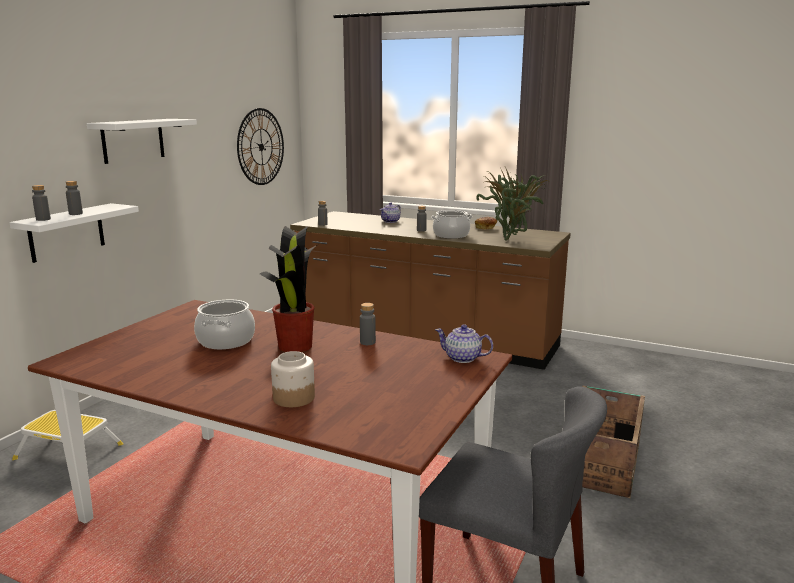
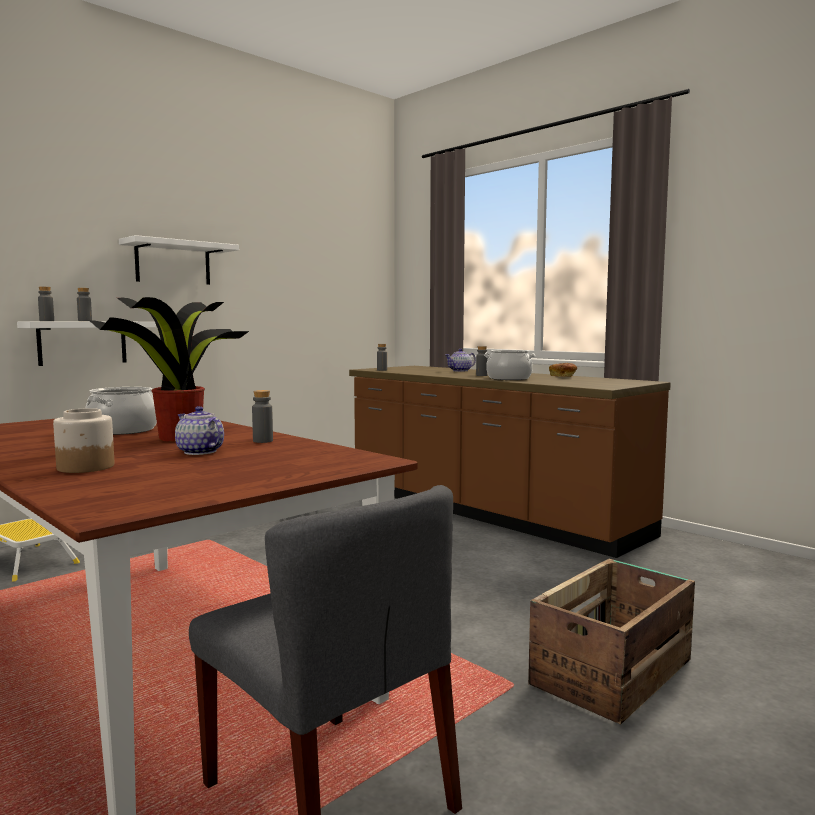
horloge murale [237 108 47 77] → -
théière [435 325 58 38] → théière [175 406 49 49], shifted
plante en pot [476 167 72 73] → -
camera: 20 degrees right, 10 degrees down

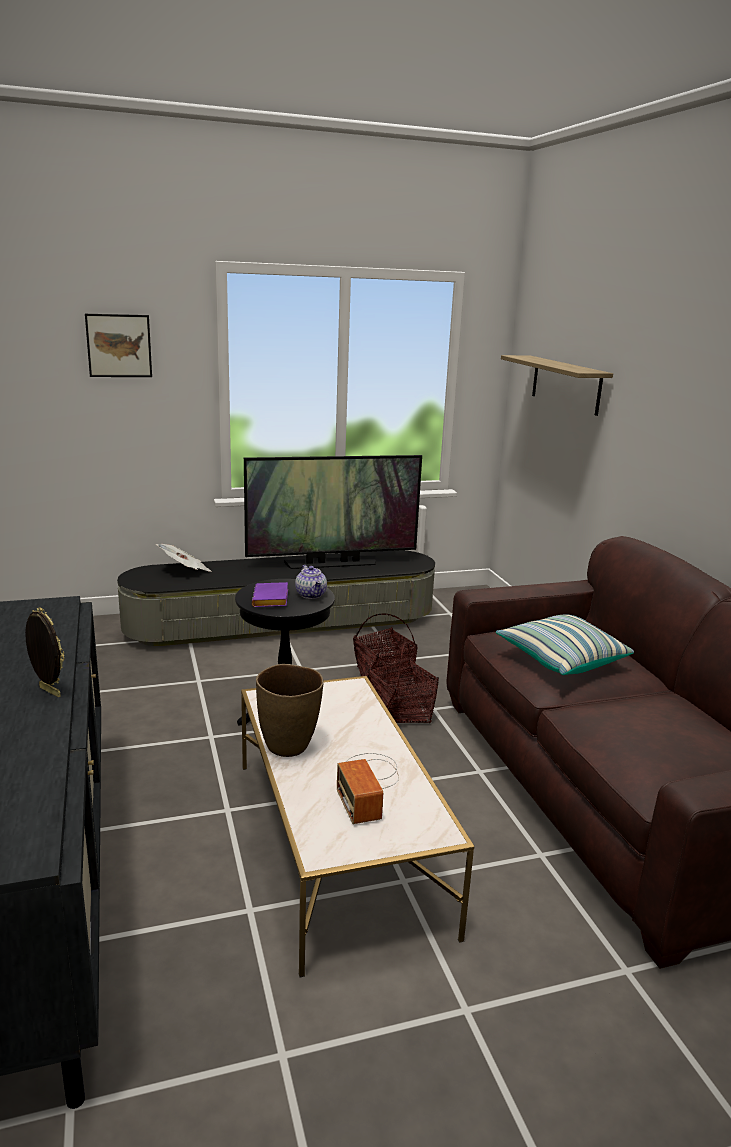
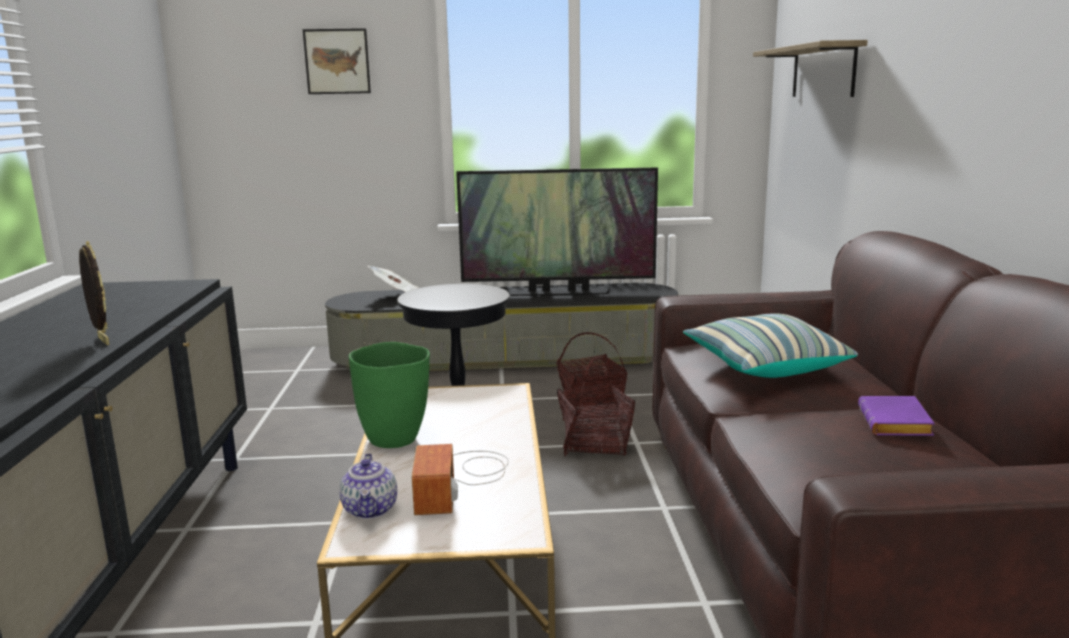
livre (violet) [252 582 36 25] → livre (violet) [858 396 77 40], shifted
vase (marron) [256 664 68 93] → vase (vert) [349 342 81 106]
théière [295 565 32 34] → théière [339 453 58 66], shifted
camera: 15 degrees right, 5 degrees down

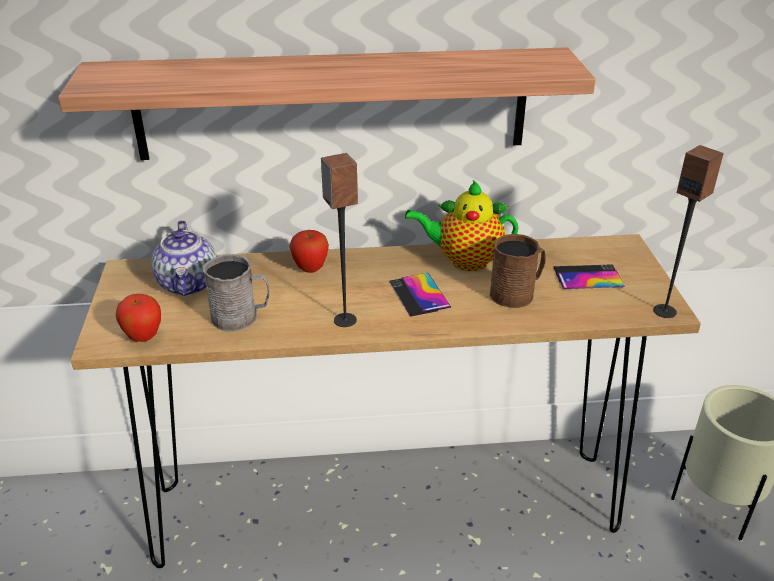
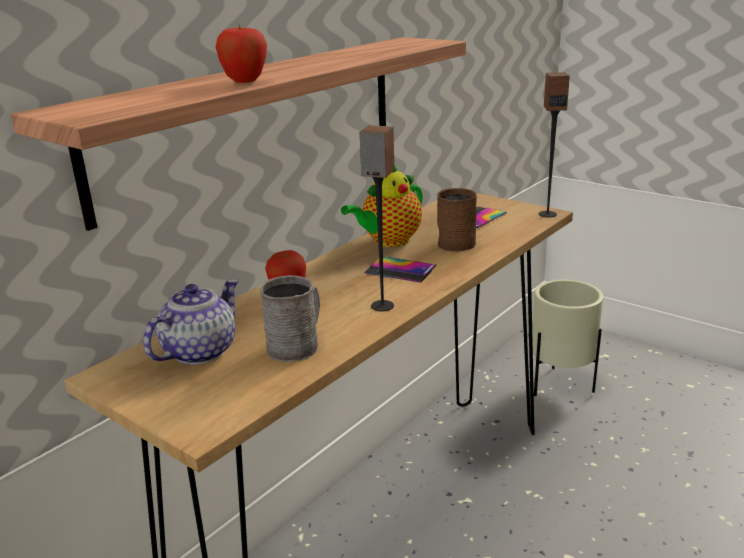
pomme [116 294 45 48] → pomme [215 24 52 59], shifted
théière [152 220 65 76] → théière [143 279 96 86], 90 degrees counterclockwise
camera: 45 degrees left, 10 degrees down

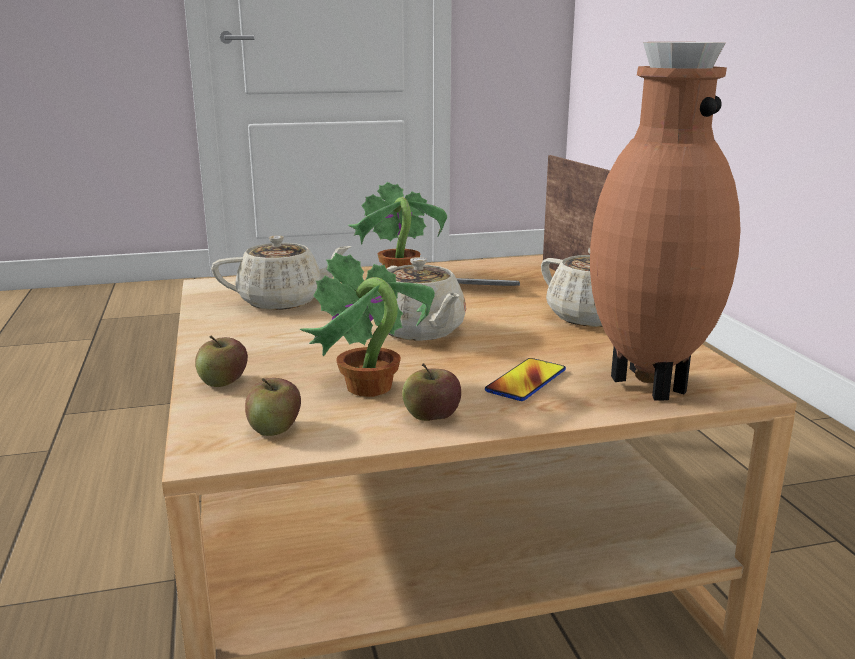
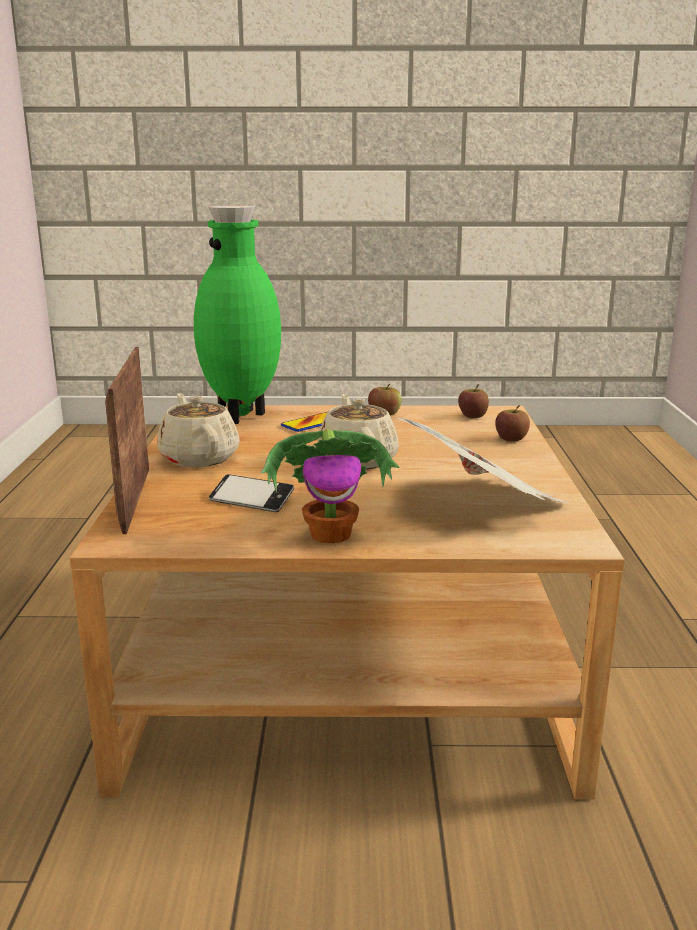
théière (beige) [211 235 141 75] → journal [396 418 173 85]
plante en pot [299 253 136 144] → -
vase (marron) [590 42 151 359] → vase (vert) [194 206 87 218]
camera: 165 degrees left, 0 degrees up

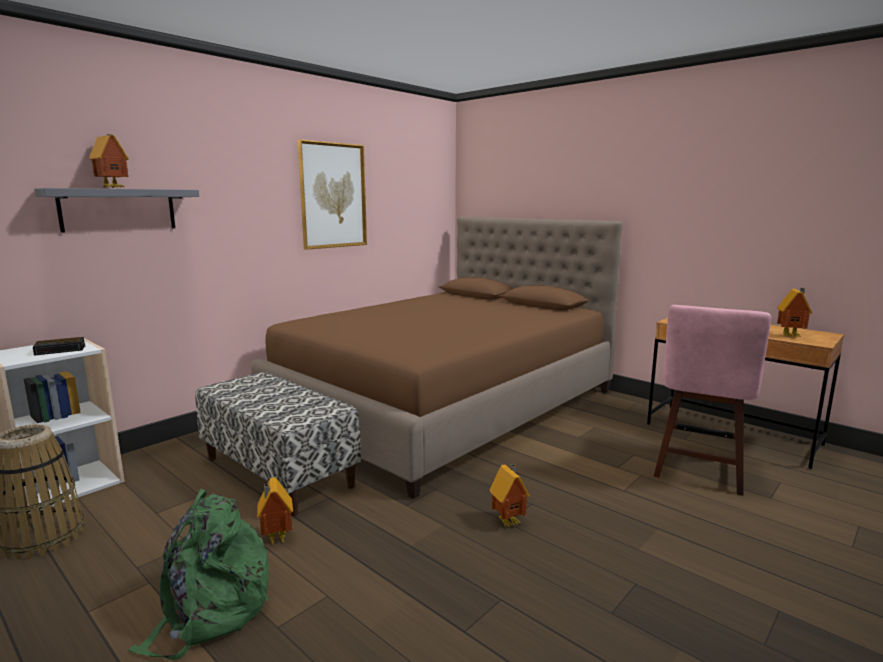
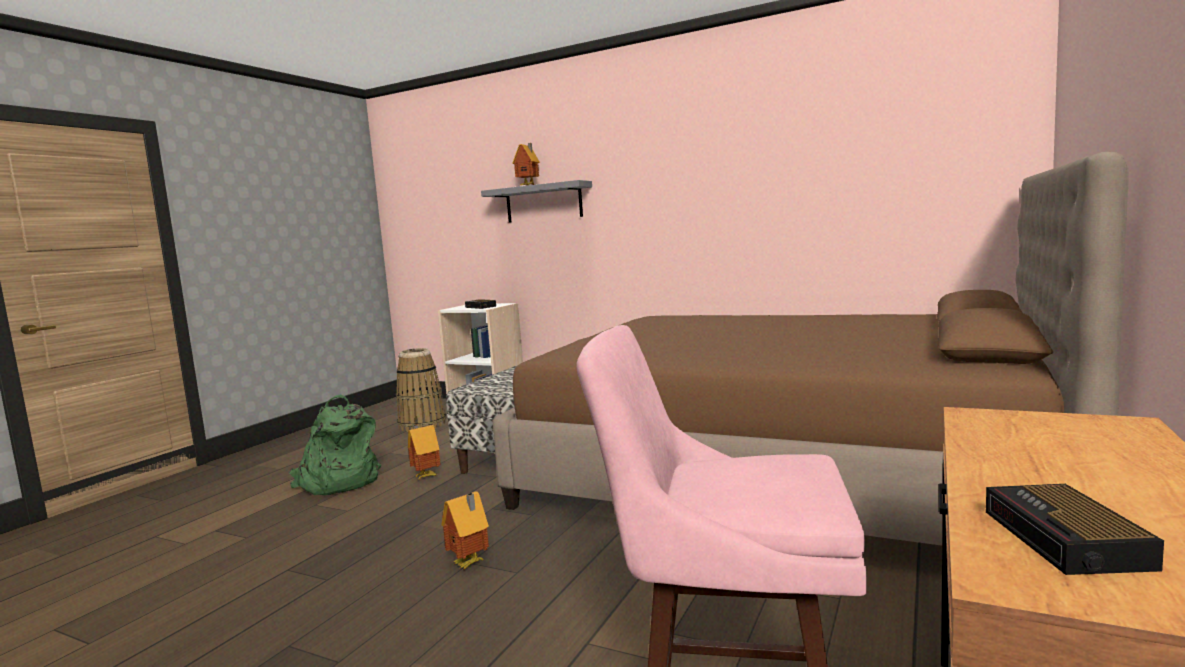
tableau [297 140 70 110] → -
maison miniature [777 288 35 49] → réveil [986 484 178 91]
camera: 75 degrees right, 5 degrees down

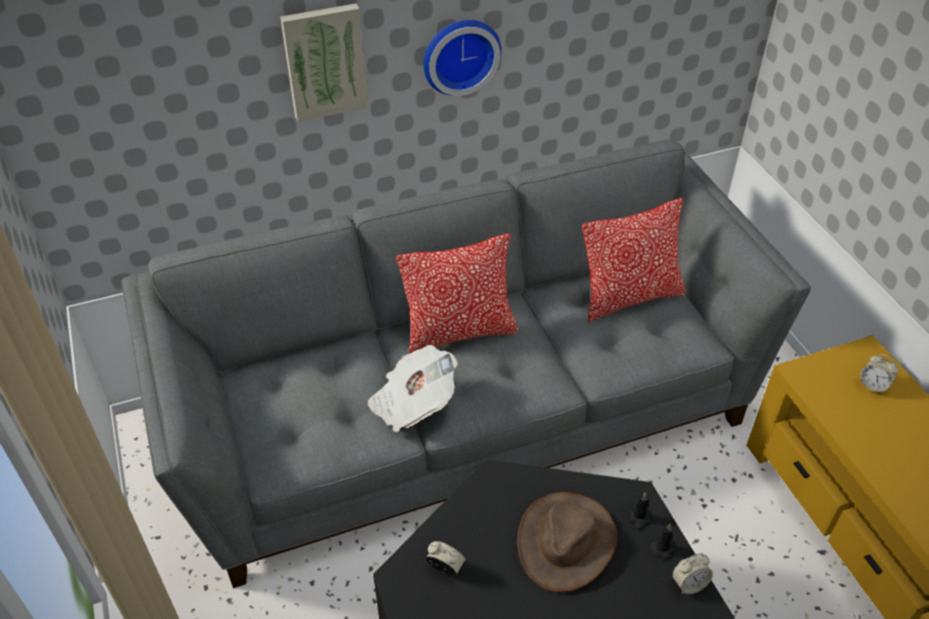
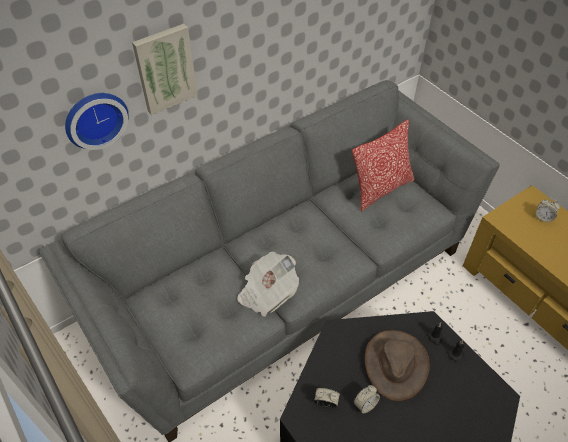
coussin [396 233 122 121] → -
horloge murale [423 20 78 76] → horloge murale [65 93 64 57], shifted
réveil [672 553 41 41] → réveil [354 385 26 29], shifted
camera: 15 degrees left, 5 degrees up

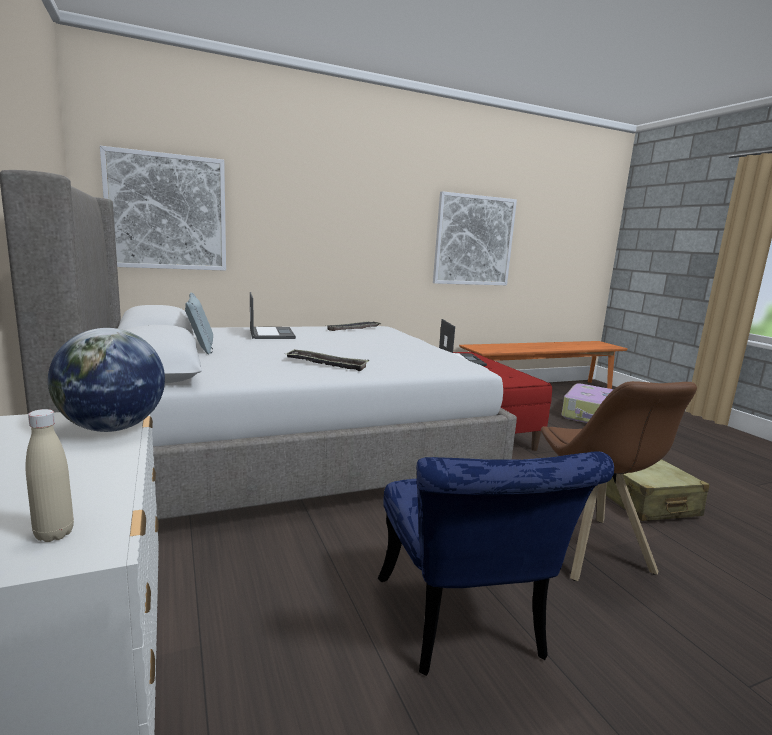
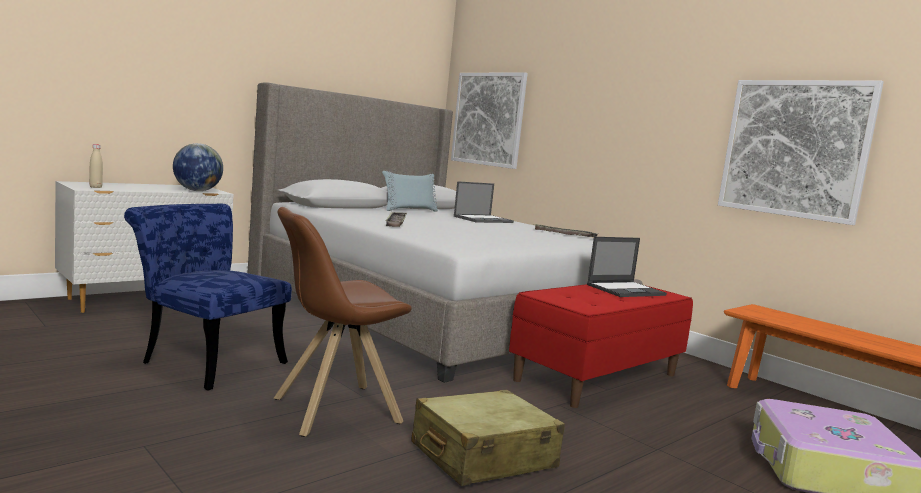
chaise (bleu) [378 451 236 225] → chaise (bleu) [124 204 168 186], 60 degrees clockwise
camera: 70 degrees right, 5 degrees down

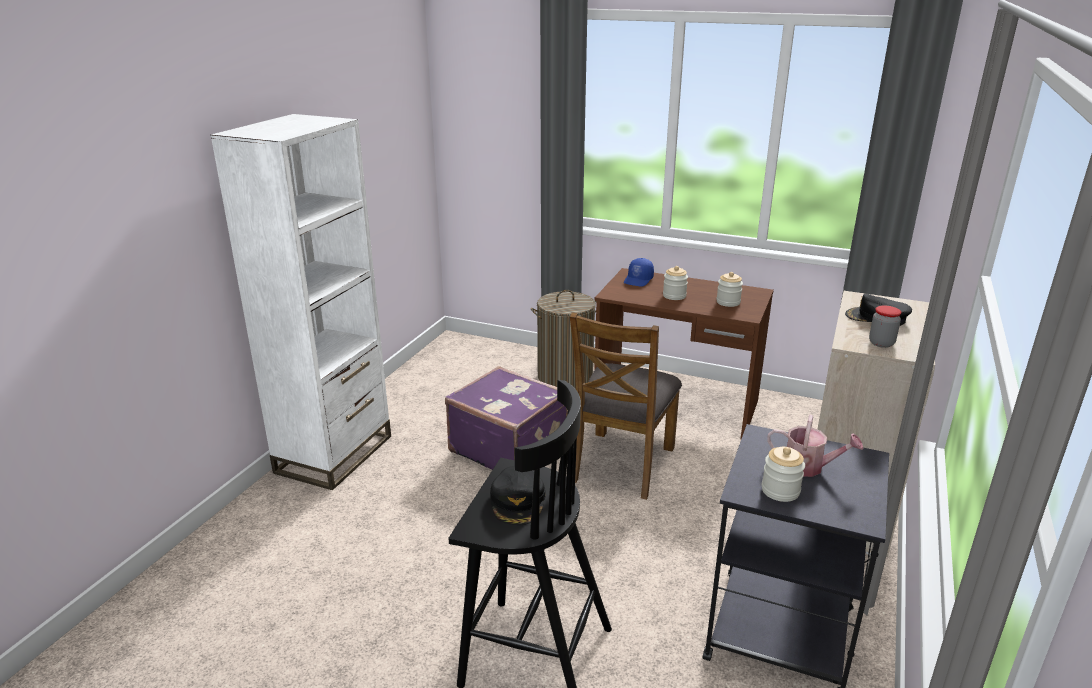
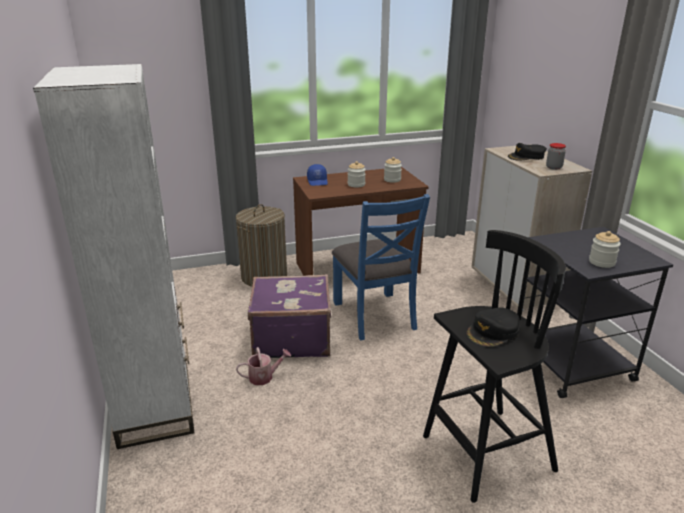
casquette (noir) [490 466 55 60] → casquette (noir) [466 307 53 40], 90 degrees clockwise
chaise (marron) [570 312 112 188] → chaise (bleu) [332 194 98 147]
arrosoir [767 415 97 62] → arrosoir [236 347 55 38], shifted
camera: 40 degrees left, 0 degrees up

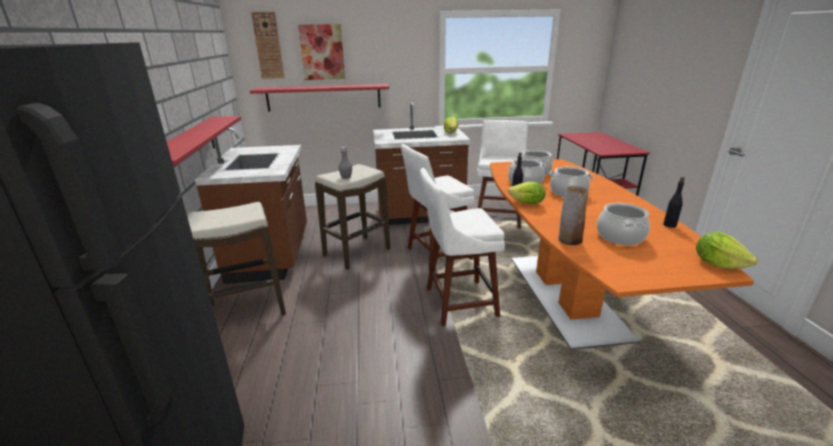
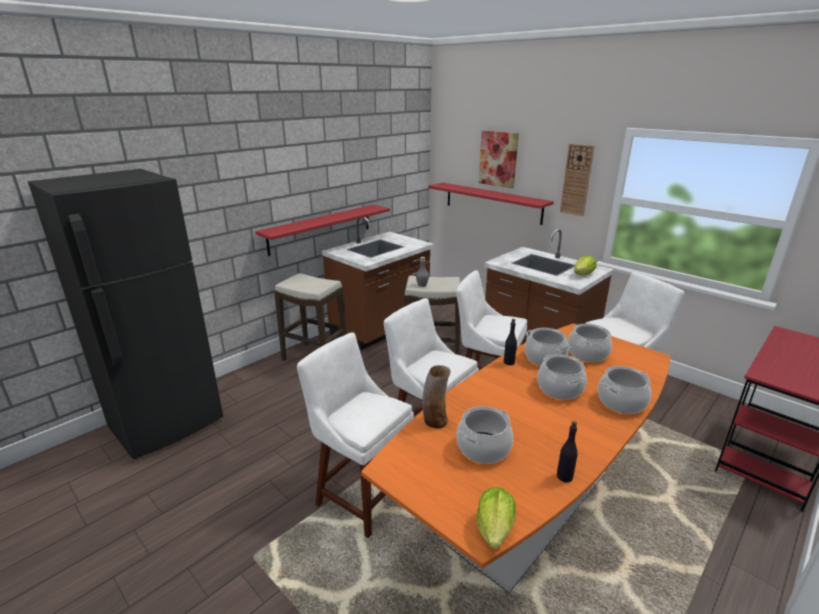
horloge murale [251 12 34 67] → horloge murale [560 144 35 72], shifted
laitue [508 182 37 22] → -
- → chaise (blanc) [297 333 117 205]
- → marmite [598 366 53 48]
camera: 50 degrees right, 0 degrees up

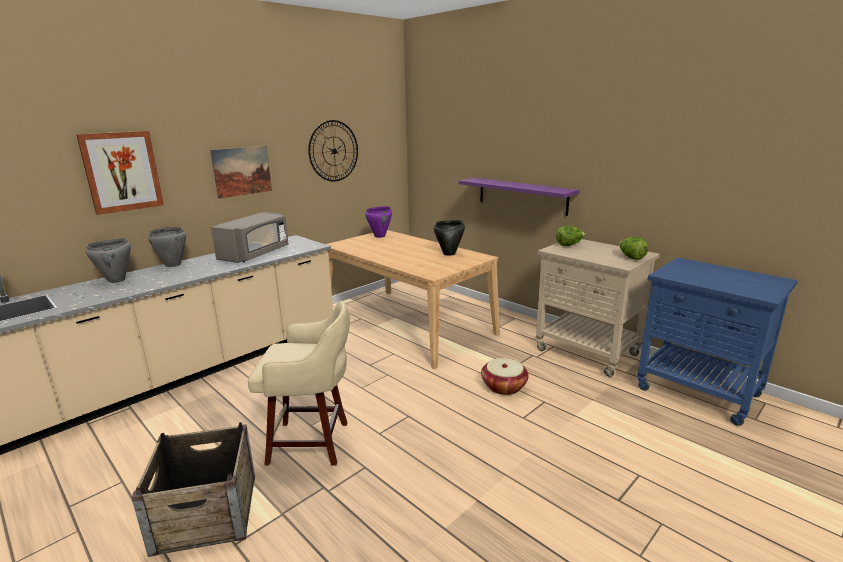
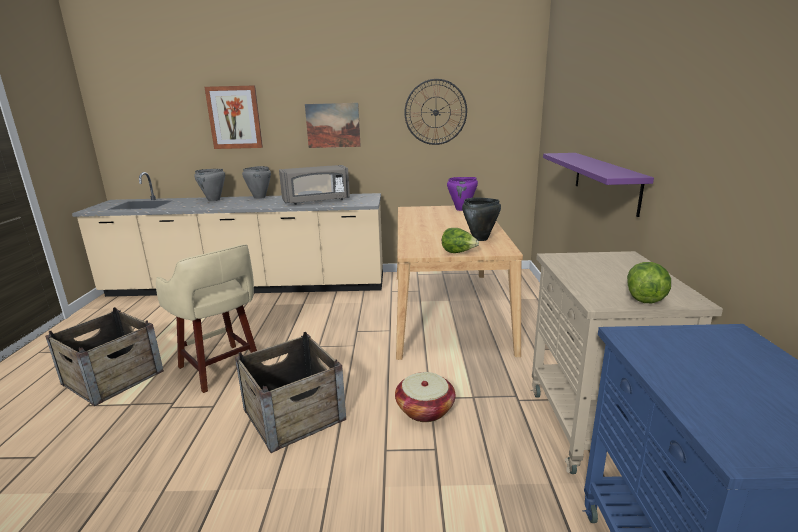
laitue [556 226 29 20] → laitue [442 228 37 25], shifted
- → caisse [235 332 111 121]
camera: 45 degrees right, 0 degrees up

